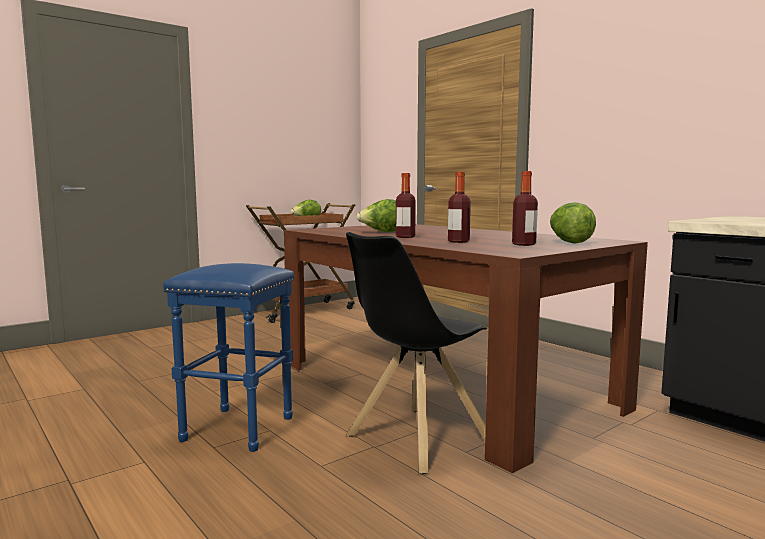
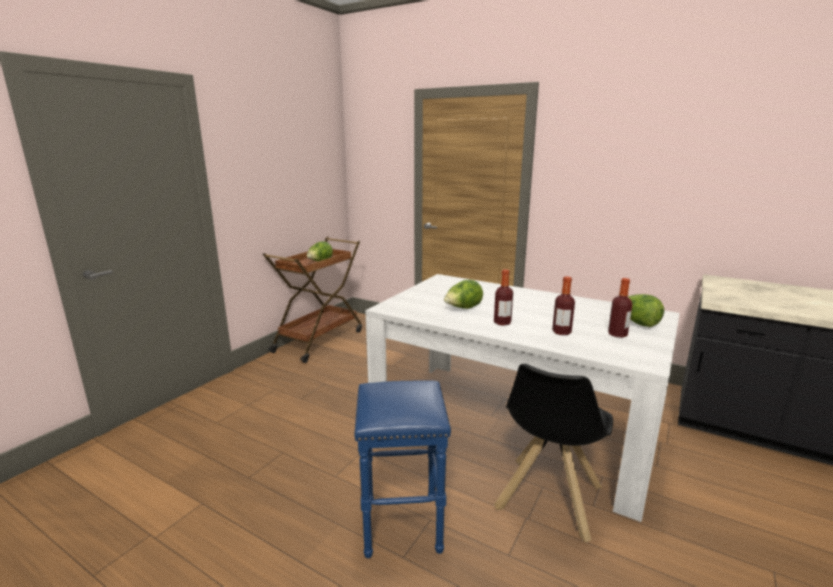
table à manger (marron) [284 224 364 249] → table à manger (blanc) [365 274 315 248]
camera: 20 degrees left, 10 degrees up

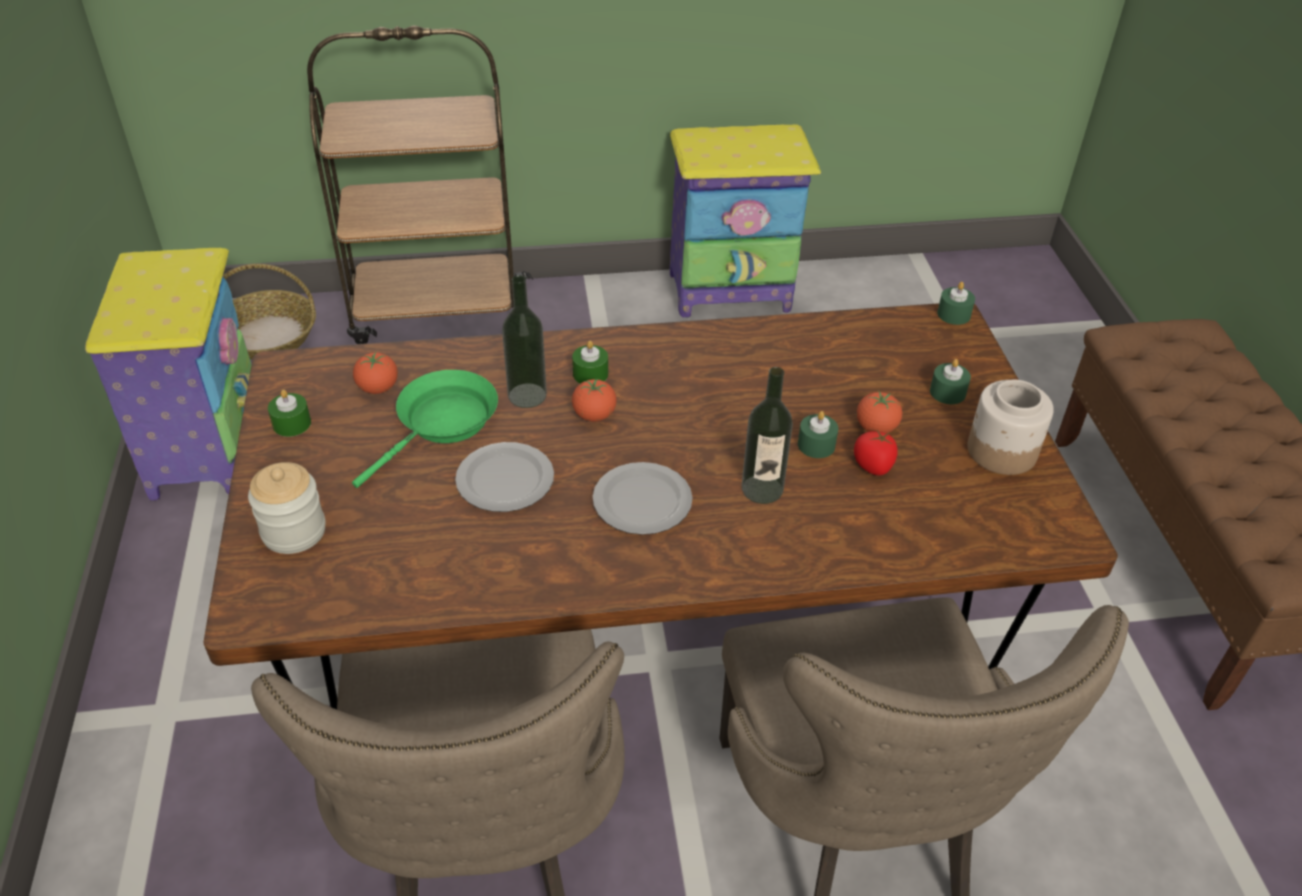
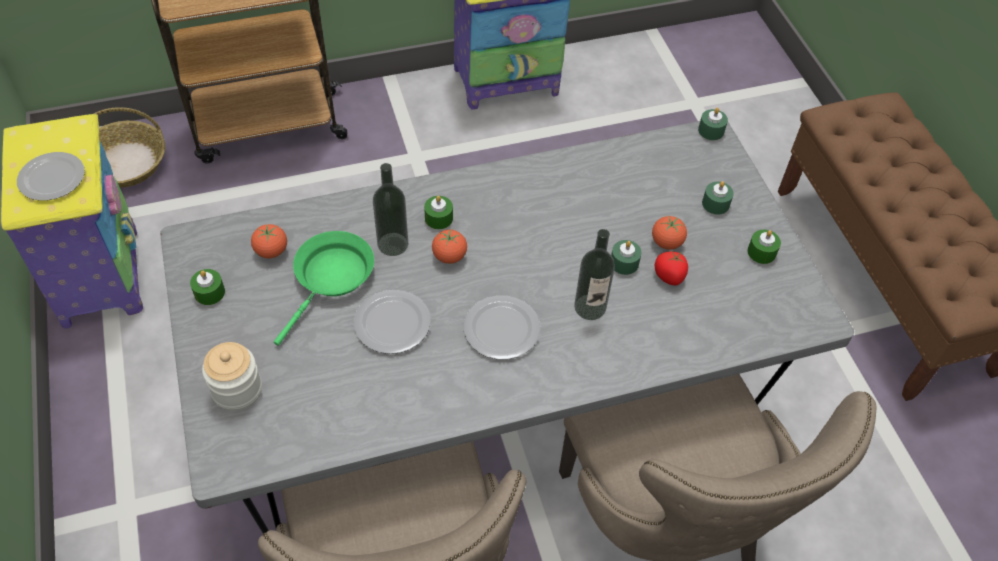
table à manger (marron) [204 303 914 406] → table à manger (gris) [160 121 694 412]
bocal [967 380 87 95] → bougie (vert) [747 230 34 34]
- → assiette [17 152 68 49]
camera: 10 degrees left, 10 degrees up

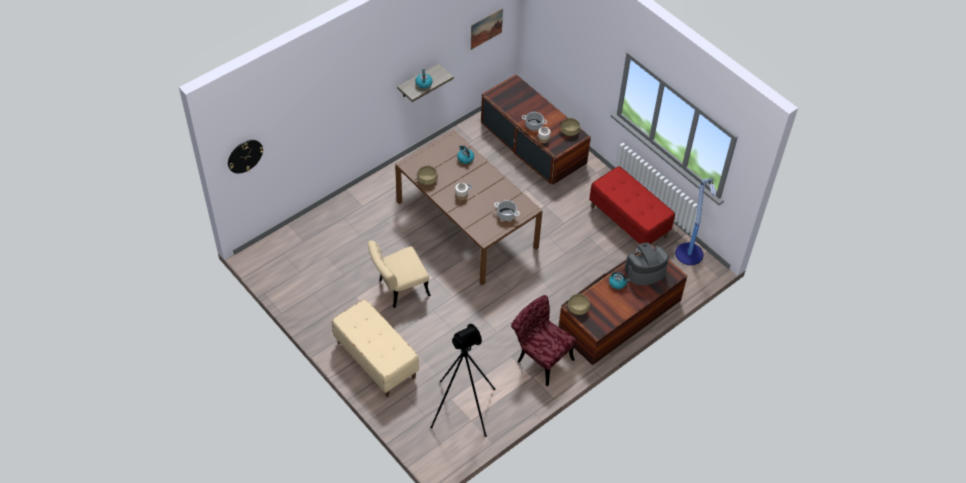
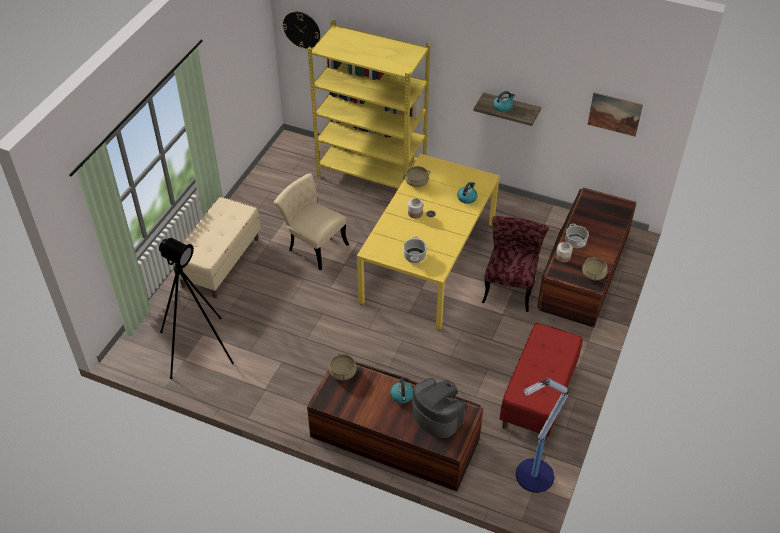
table à manger (marron) [395 130 148 155] → table à manger (jaune) [357 154 142 176]
chaise (rouge) [511 295 65 91] → chaise (rouge) [482 216 67 96], shifted
- → bibliothèque (jaune) [308 19 122 170]
camera: 65 degrees right, 5 degrees down

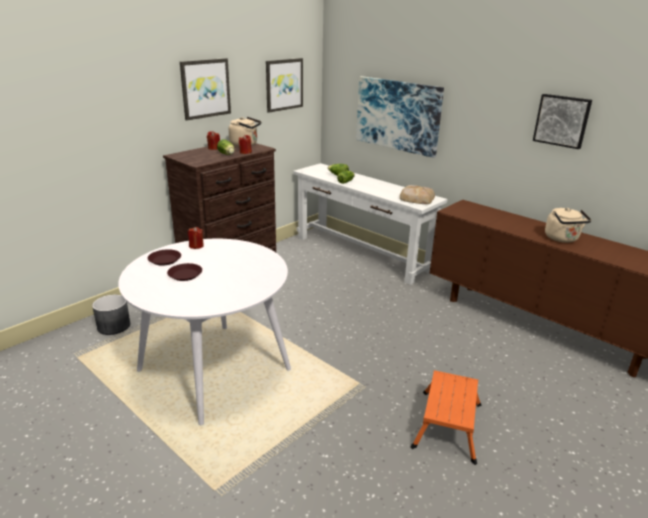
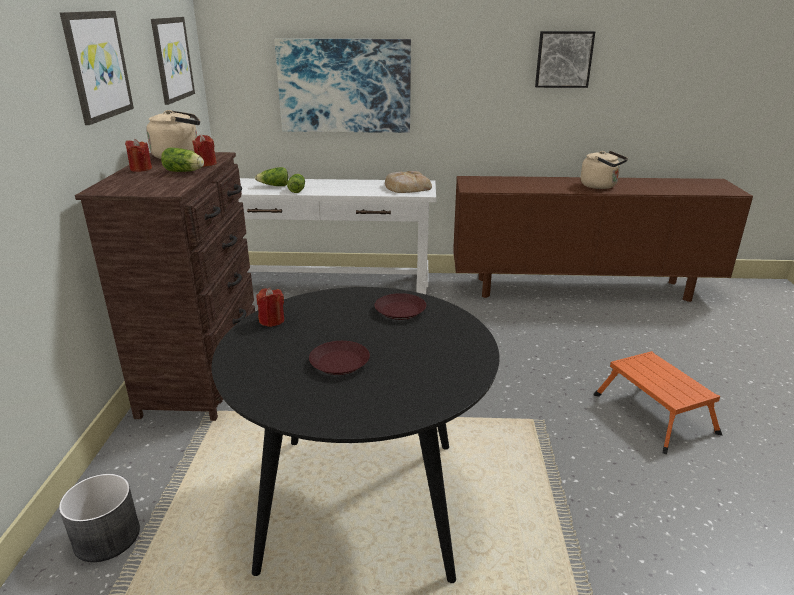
table à manger (blanc) [118 239 173 186] → table à manger (noir) [212 287 287 296]
assiette (marron) [148 249 33 17] → assiette (marron) [375 293 51 27], shifted
camera: 40 degrees left, 0 degrees up

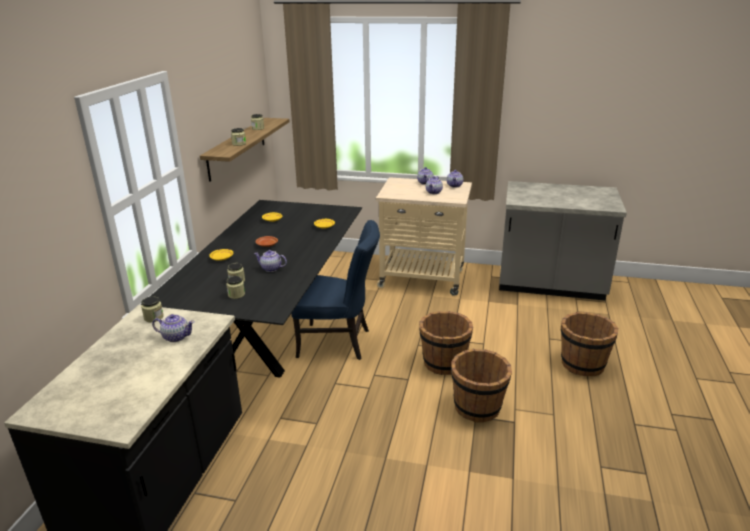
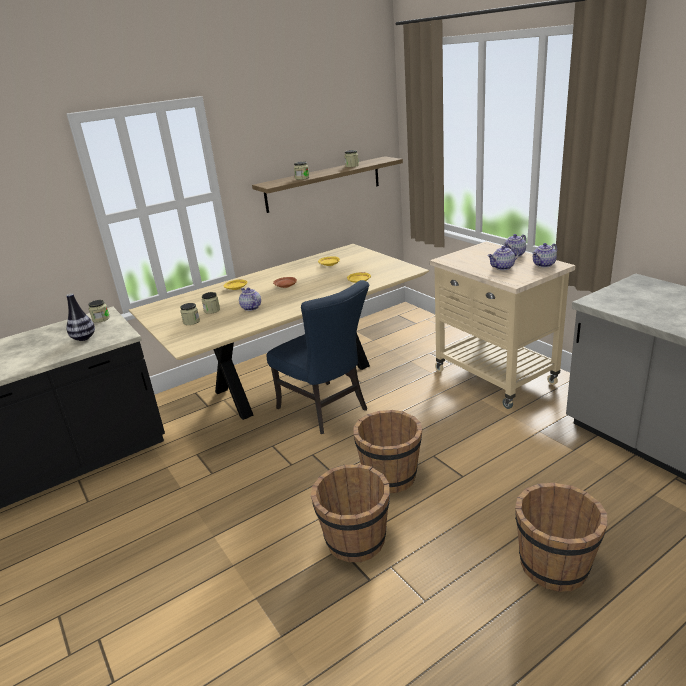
table à manger (noir) [141 200 221 178] → table à manger (beige) [129 244 300 176]
théière [152 314 43 28] → vase [66 293 29 48]
camera: 45 degrees right, 0 degrees up

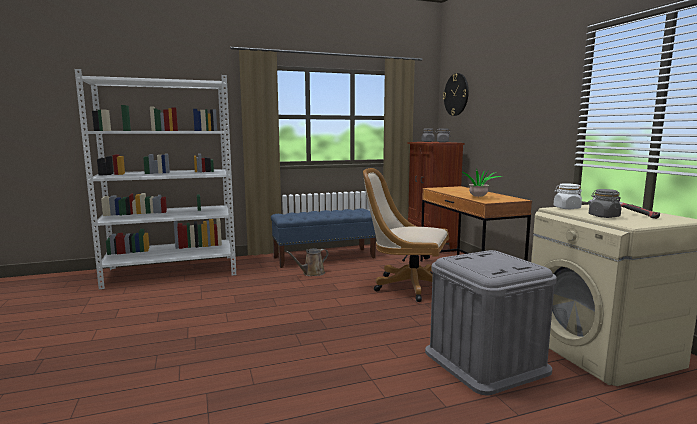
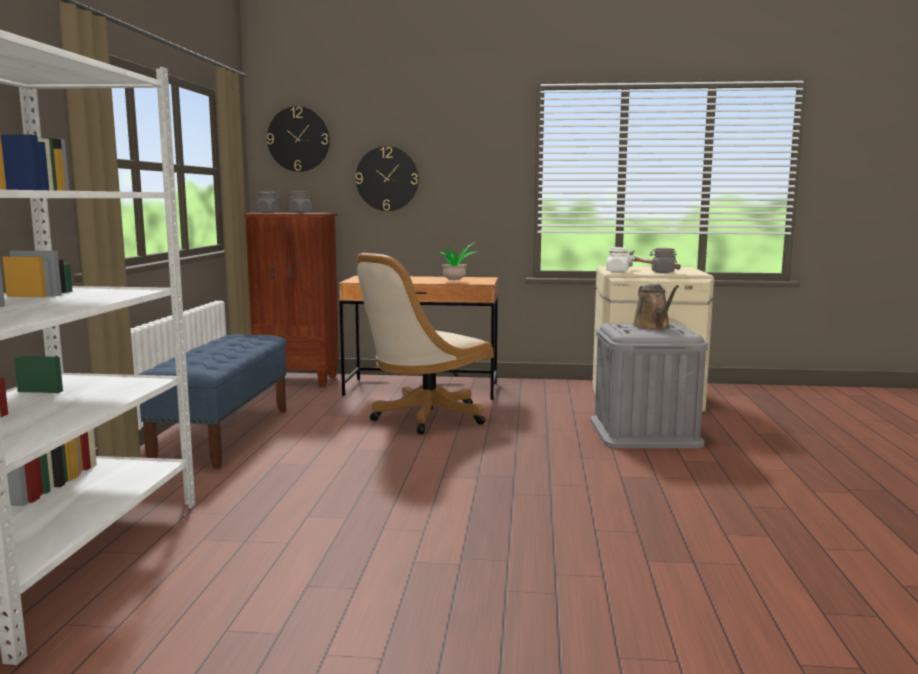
arrosoir (marron) [285 248 44 28] → arrosoir (marron) [633 284 46 46], shifted
- → horloge murale [356 146 63 65]
camera: 65 degrees left, 0 degrees up

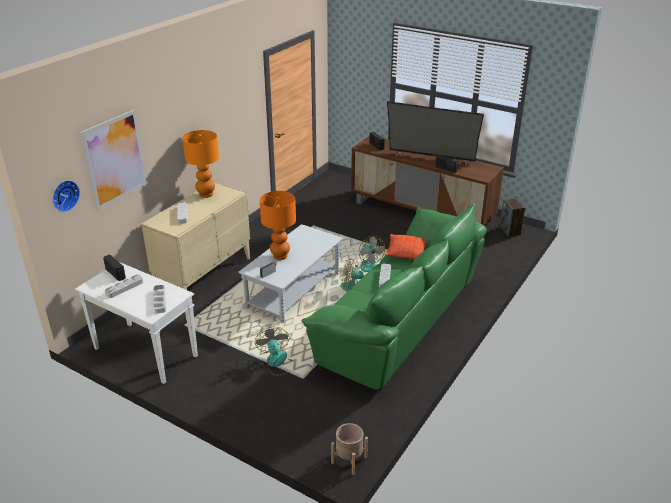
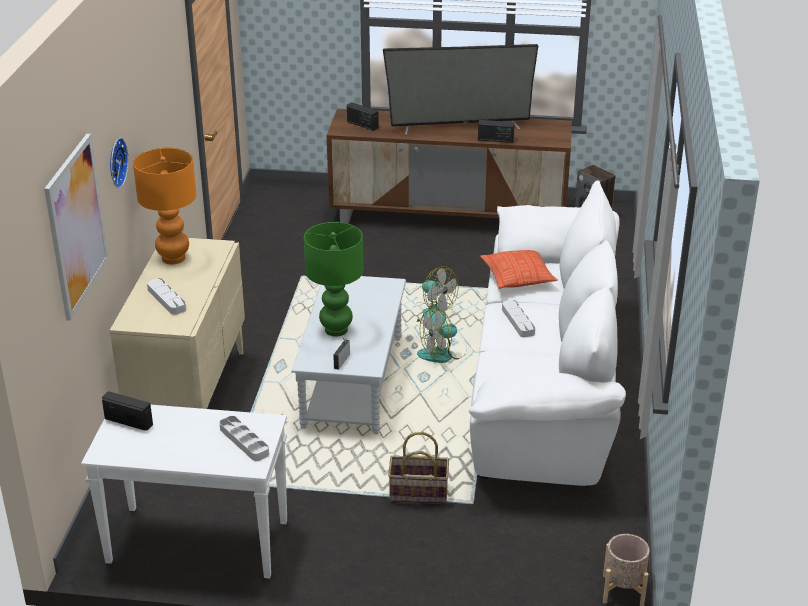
horloge murale [53 180 27 32] → horloge murale [110 138 18 50], shifted
plateau (gris) [104 274 39 24] → -
ventilateur [255 327 37 49] → panier [388 432 61 72]
lampe de table (orange) [260 191 36 69] → lampe de table (vert) [304 222 59 115]
canapé (vert) [302 203 185 187] → canapé (blanc) [469 180 157 307]
camera: 25 degrees left, 0 degrees up

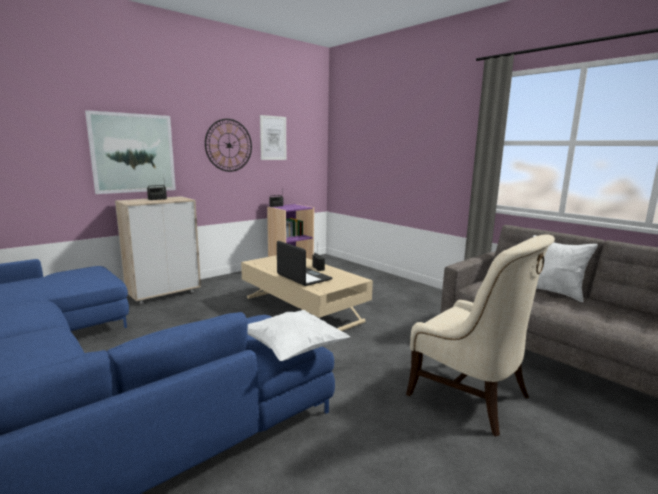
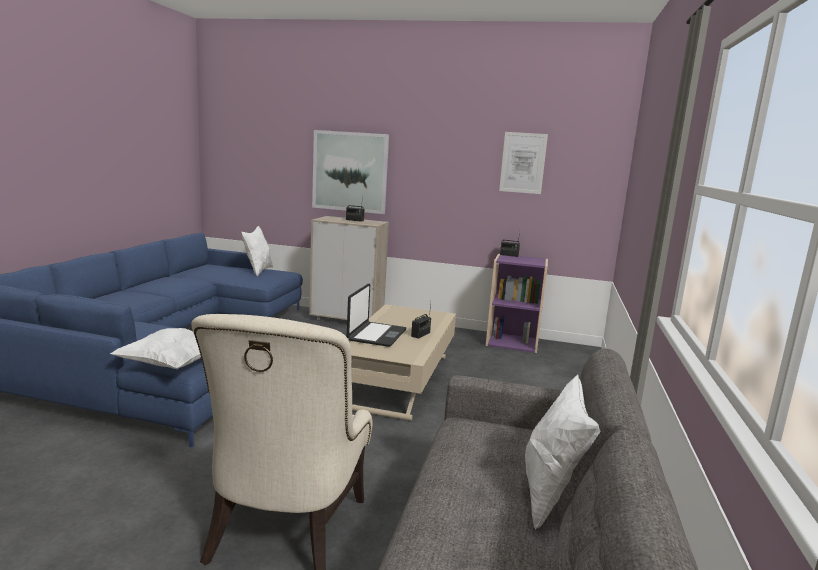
horloge murale [205 119 47 53] → -
- → coussin (blanc) [242 226 31 51]
camera: 55 degrees right, 0 degrees up

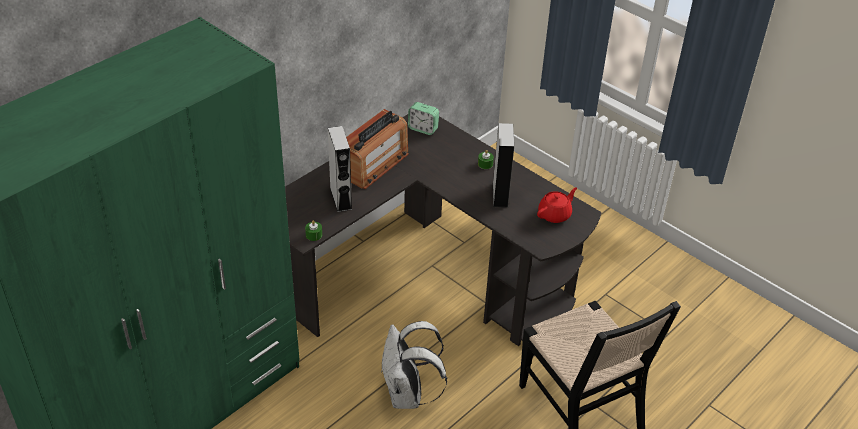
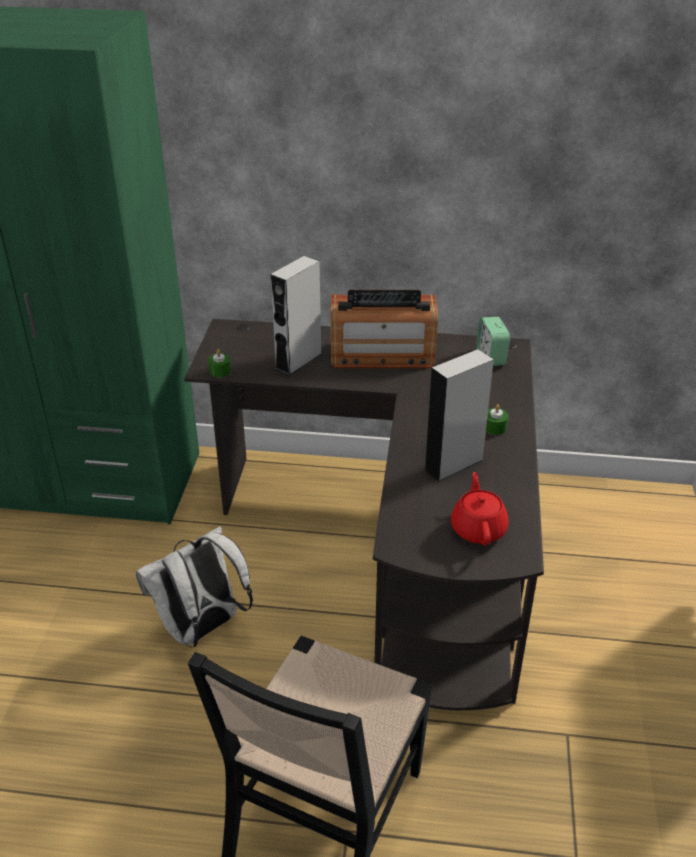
théière (rouge) [537 187 40 36] → théière (rouge) [451 472 58 73], 105 degrees counterclockwise
camera: 55 degrees right, 5 degrees down

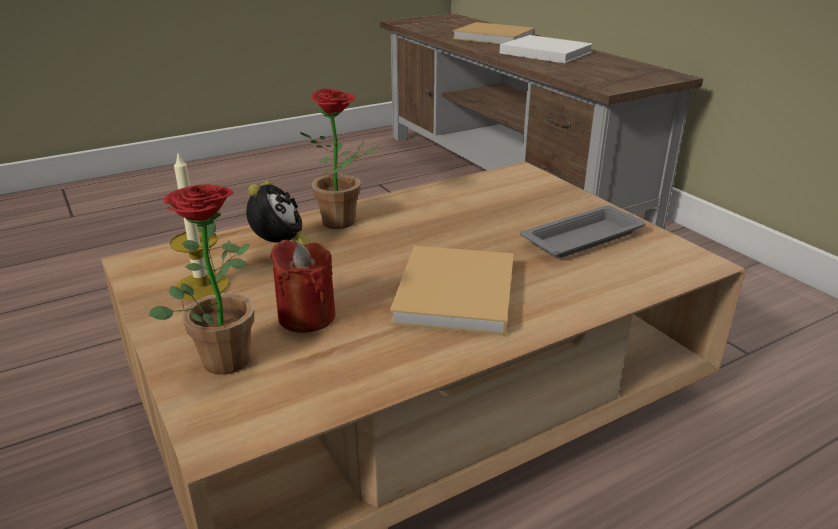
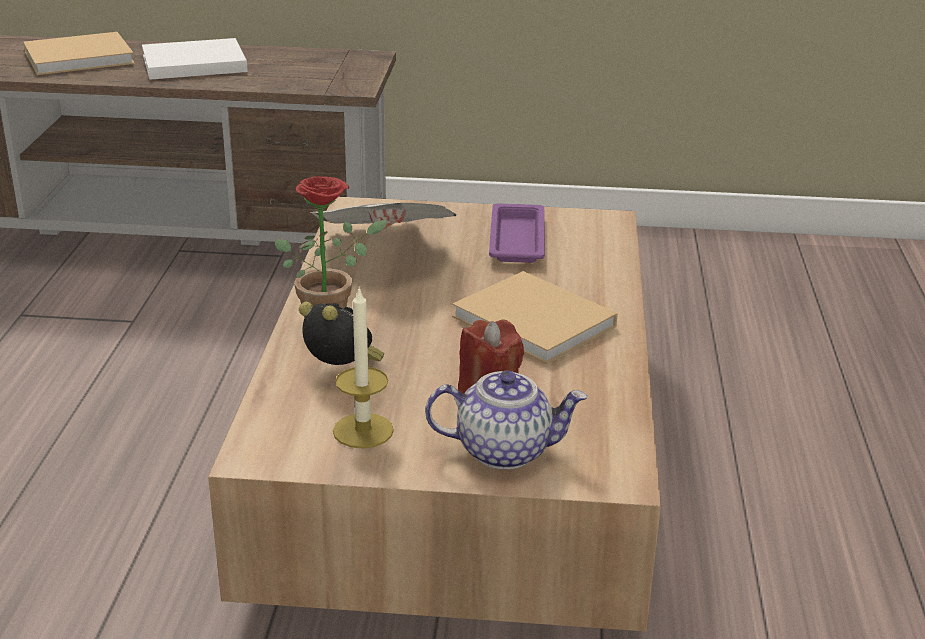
plante en pot [149 184 105 191] → théière [425 370 162 100]
plateau (gris) [520 205 126 53] → plateau (violet) [489 203 56 60]
- → journal [309 203 148 26]
camera: 55 degrees left, 0 degrees up

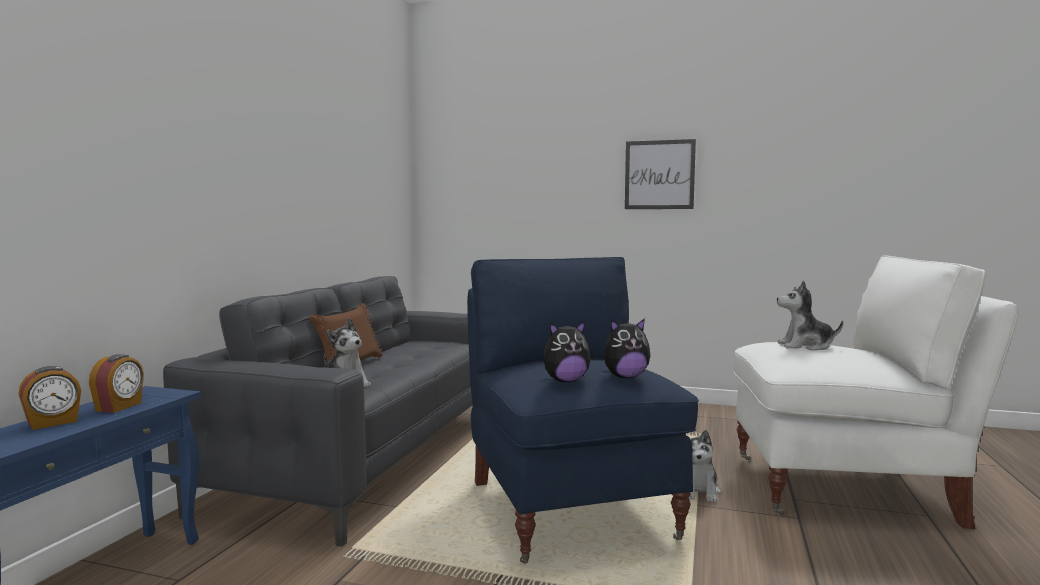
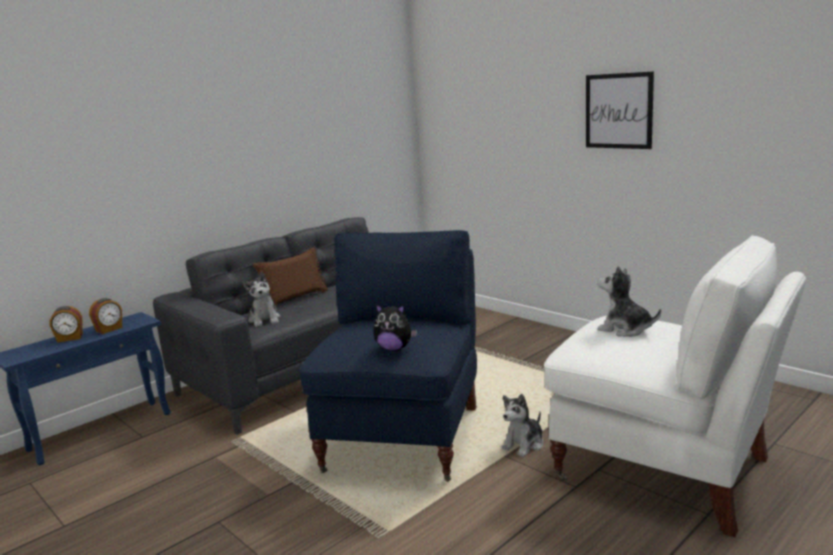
peluche [543 321 48 61] → -
camera: 30 degrees right, 10 degrees up

